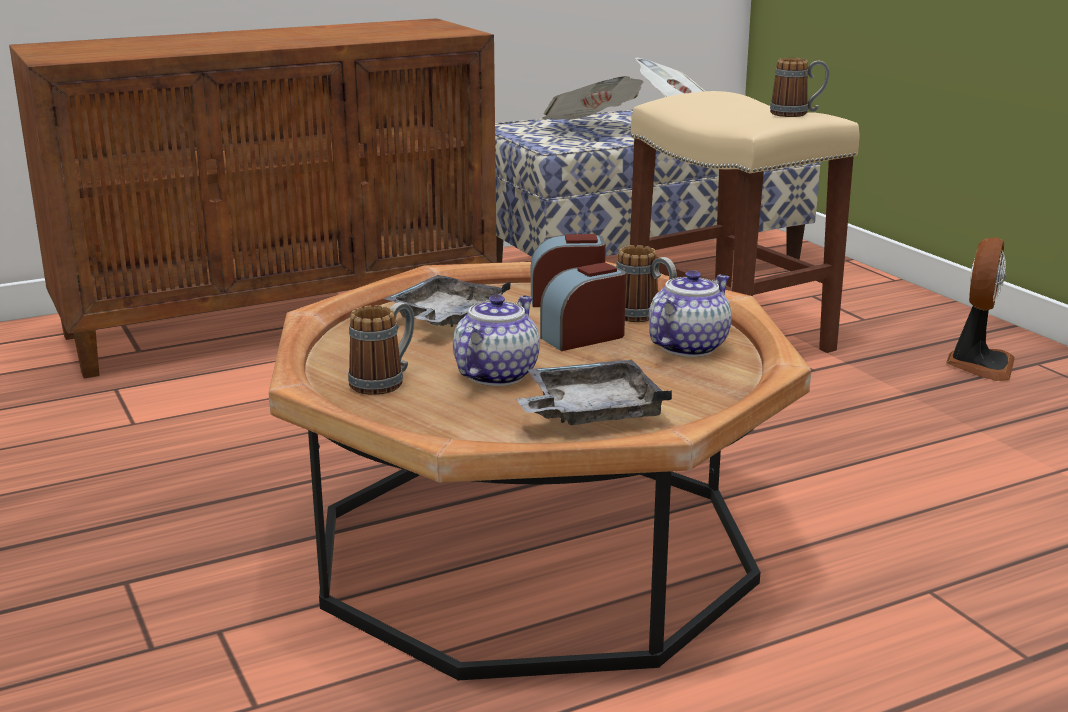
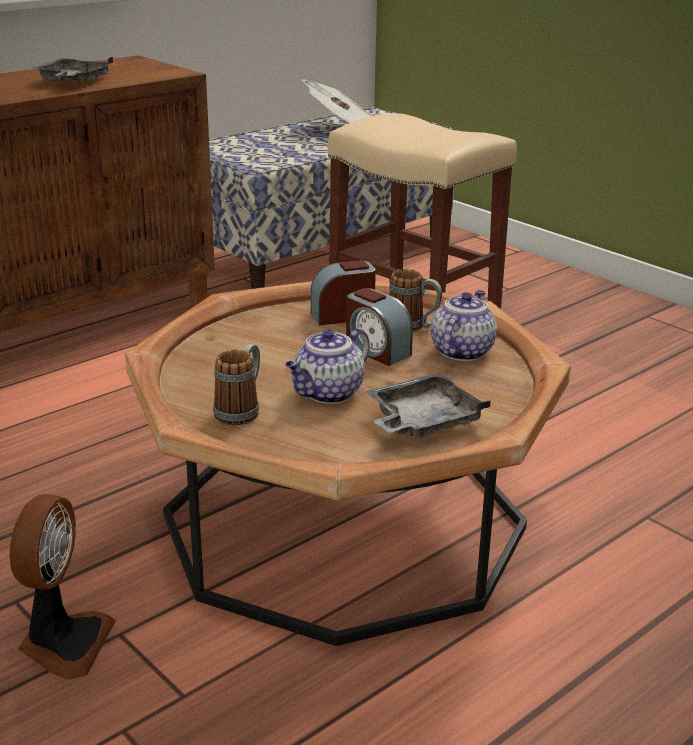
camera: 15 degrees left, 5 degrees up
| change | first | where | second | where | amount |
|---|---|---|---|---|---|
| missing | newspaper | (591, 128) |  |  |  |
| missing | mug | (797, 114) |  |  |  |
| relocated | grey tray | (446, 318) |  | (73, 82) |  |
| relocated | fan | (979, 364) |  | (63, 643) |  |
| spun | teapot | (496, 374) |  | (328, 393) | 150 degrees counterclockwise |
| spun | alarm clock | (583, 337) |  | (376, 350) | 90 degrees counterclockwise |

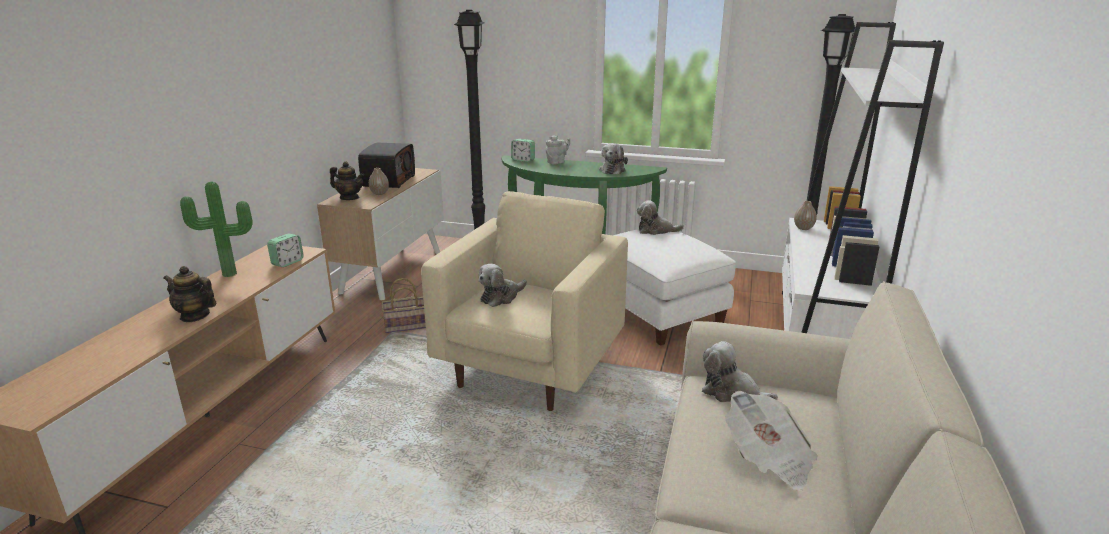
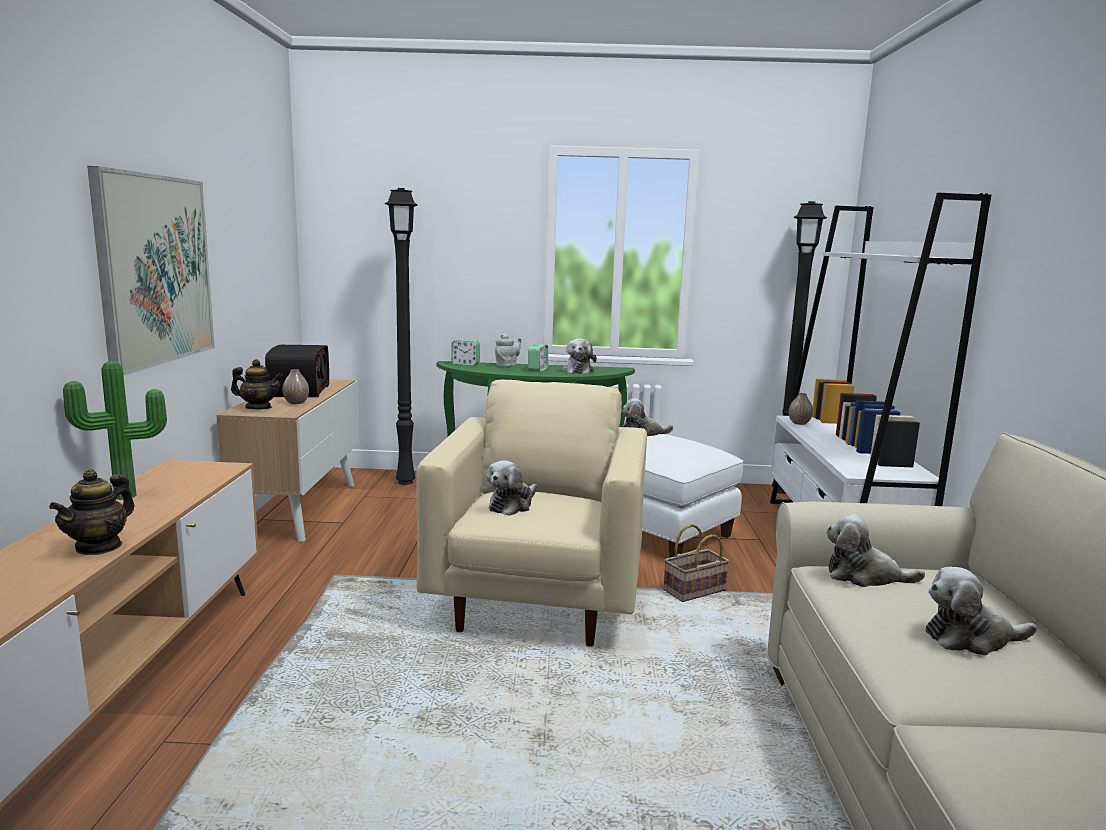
camera: 15 degrees left, 10 degrees down
| change | first | where | second | where | amount |
|---|---|---|---|---|---|
| appeared |  |  | picture | (155, 270) |  |
| relocated | alarm clock | (287, 262) |  | (537, 370) |  |
| relocated | basket | (404, 326) |  | (694, 591) |  |
| exchanged | newspaper | (768, 459) | plush toy | (970, 638) |  |
| spun | teapot | (195, 316) |  | (99, 547) | 75 degrees counterclockwise |

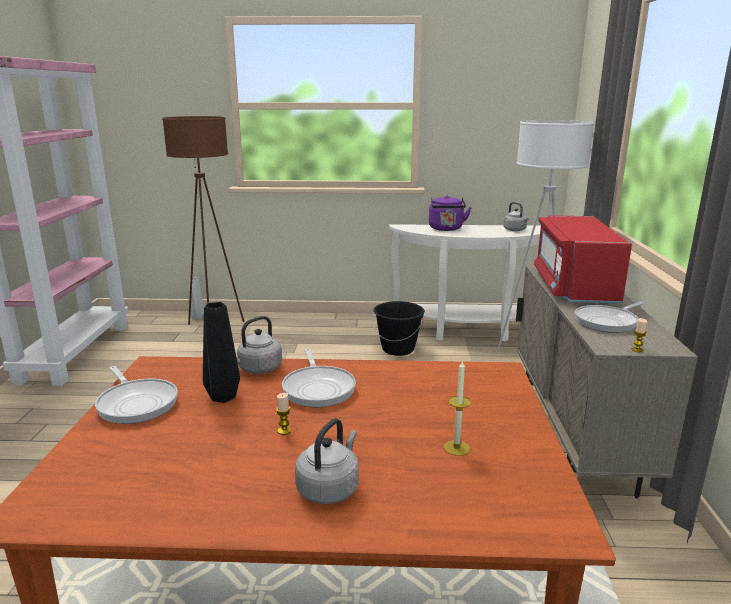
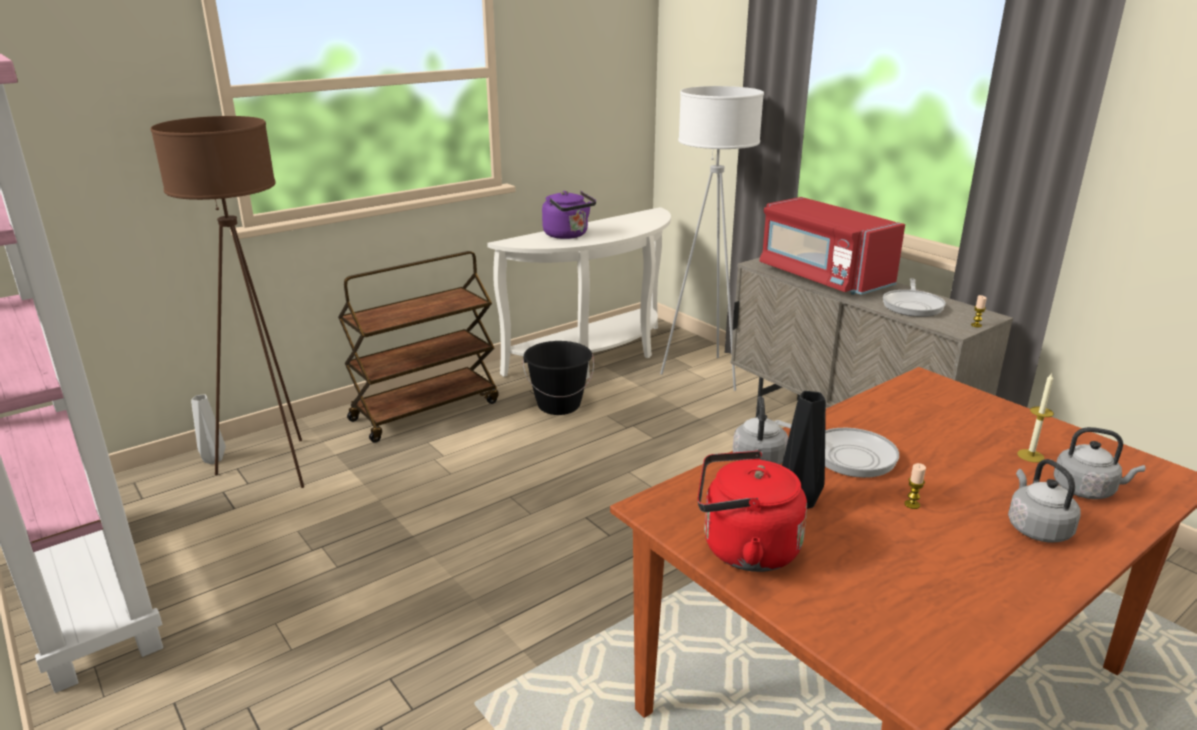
camera: 40 degrees left, 5 degrees up
| change | first | where | second | where | amount |
|---|---|---|---|---|---|
| appeared |  |  | brown cart | (425, 410) |  |
| relocated | grey kettle | (515, 230) |  | (1086, 490) |  |
| exchanged | frying pan | (137, 403) | red kettle | (743, 549) |  |

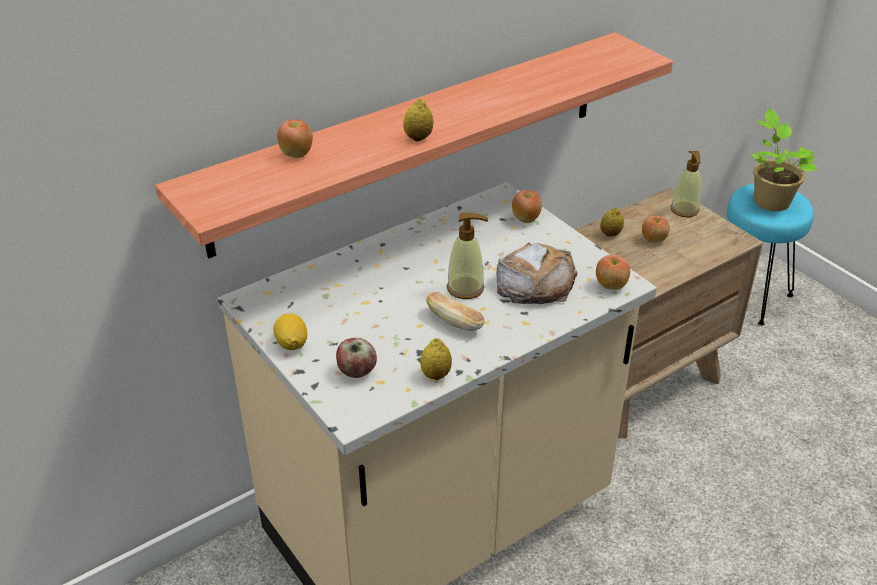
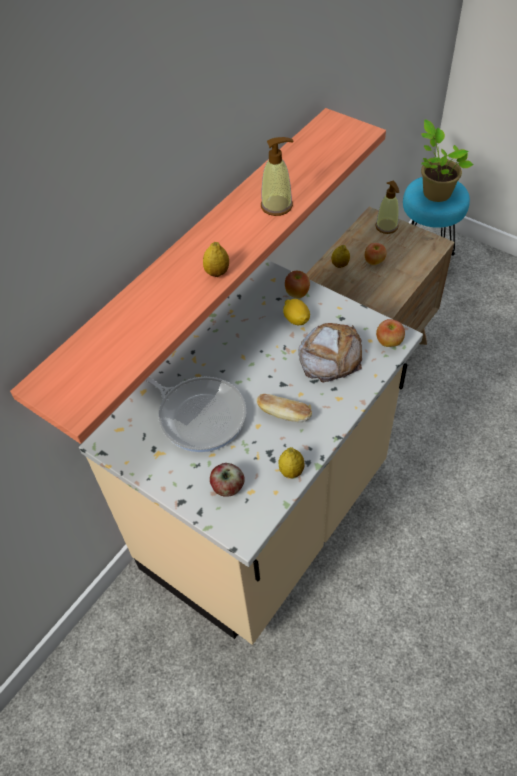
camera: 15 degrees left, 15 degrees up
| change | first | where | second | where | amount |
|---|---|---|---|---|---|
| missing | apple | (297, 154) |  |  |  |
| appeared |  |  | frying pan | (199, 415) |  |
| relocated | lemon | (292, 343) |  | (296, 319) |  |
| relocated | soap dispenser | (465, 288) |  | (277, 206) |  |

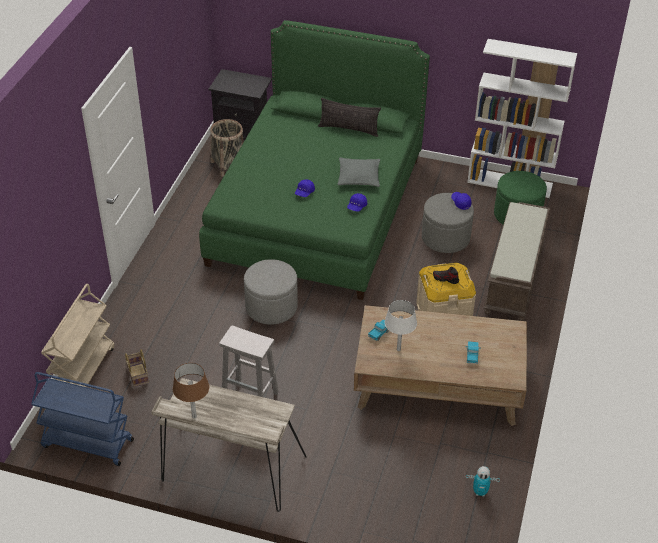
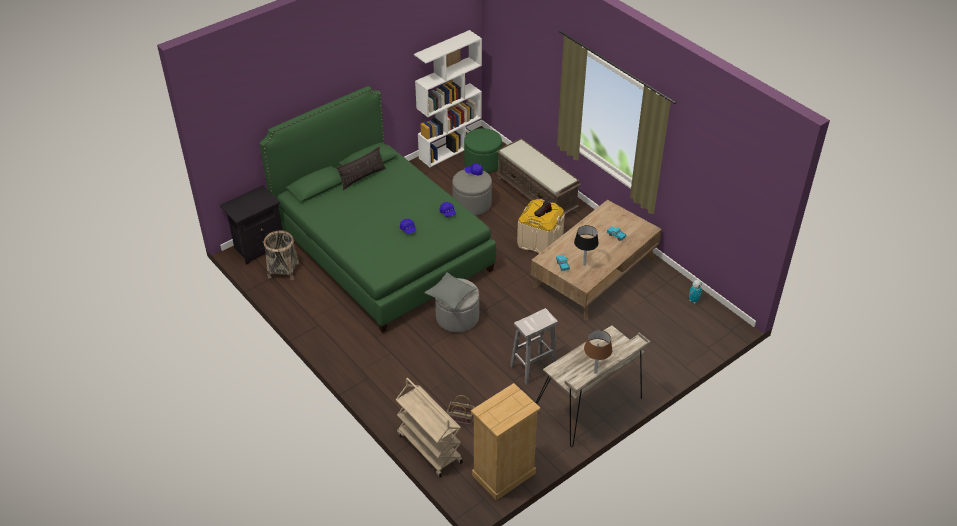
camera: 55 degrees left, 0 degrees up
| change | first | where | second | where | amount |
|---|---|---|---|---|---|
| relocated | grey pillow | (358, 177) |  | (450, 294) |  |
| exchanged | blue cart | (87, 443) | beige dresser | (503, 474) |  |
| colour | white table lamp | (398, 349) | black table lamp | (584, 264) |  |

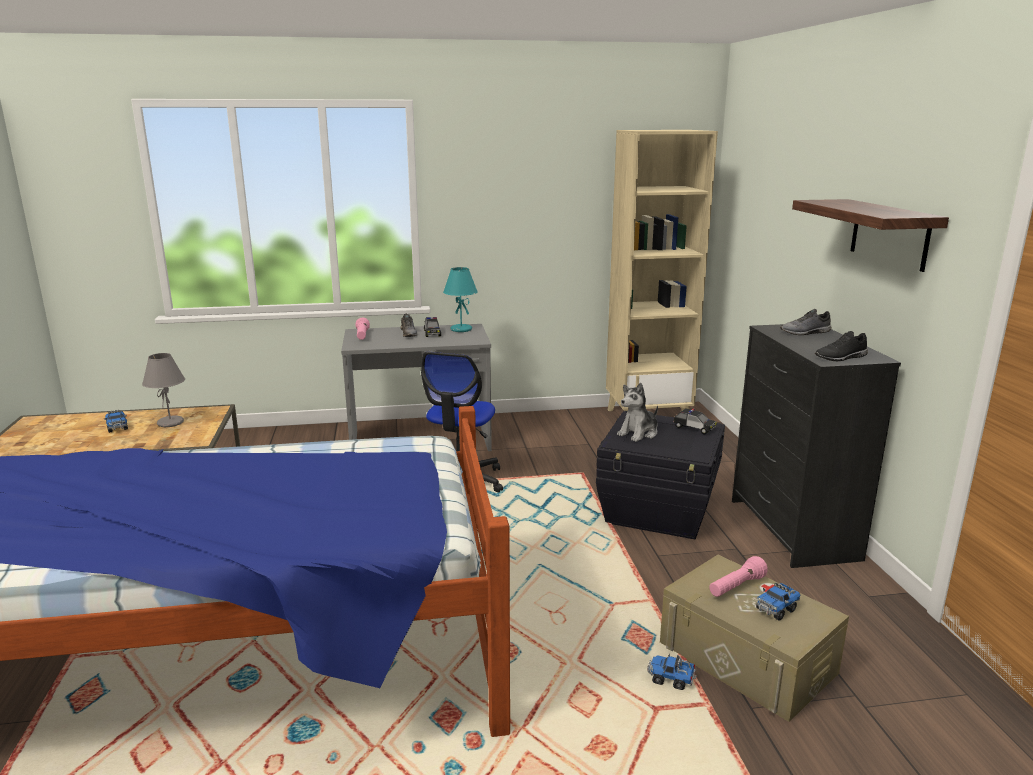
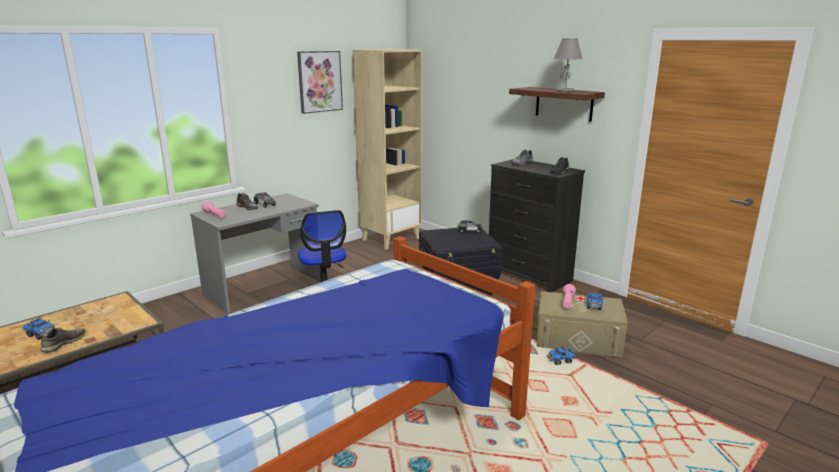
camera: 35 degrees left, 0 degrees up
| change | first | where | second | where | amount |
|---|---|---|---|---|---|
| missing | turquoise table lamp | (460, 329) |  |  |  |
| missing | plush toy | (638, 433) |  |  |  |
| appeared |  |  | grey shoe | (64, 343) |  |
| appeared |  |  | picture | (319, 81) |  |
| relocated | grey table lamp | (170, 423) |  | (565, 91) |  |

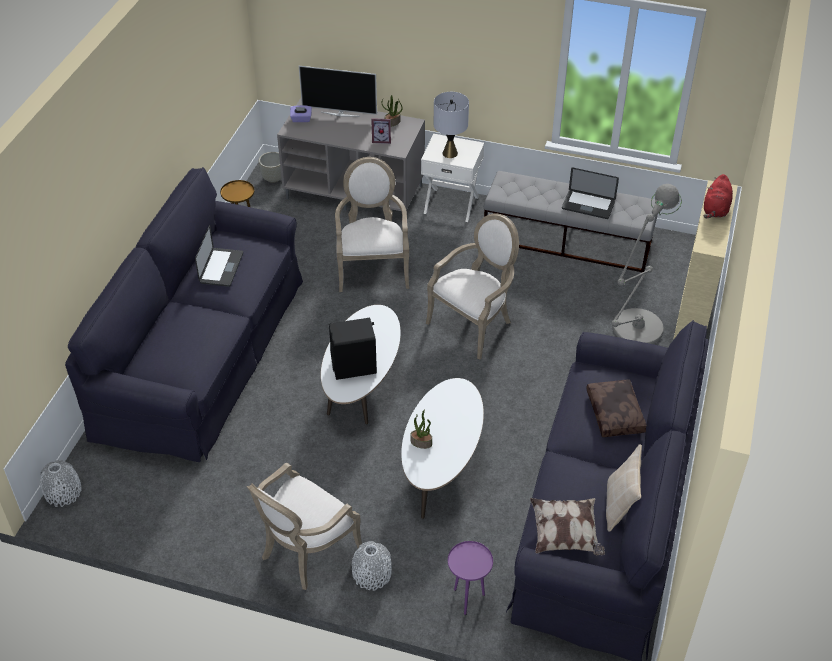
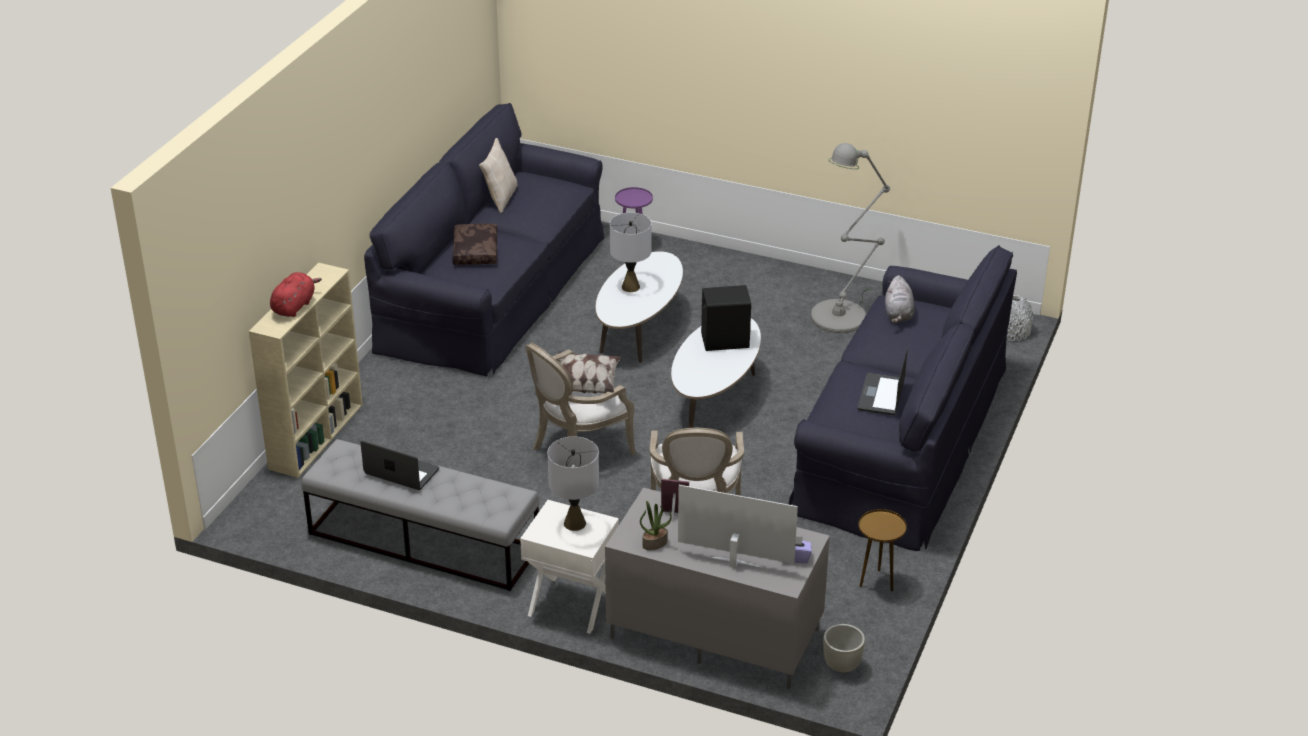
camera: 175 degrees left, 10 degrees down
| change | first | where | second | where | amount |
|---|---|---|---|---|---|
| missing | armchair | (304, 552) |  |  |  |
| missing | grey vase | (372, 574) |  |  |  |
| missing | potted plant | (421, 442) |  |  |  |
| appeared |  |  | grey table lamp | (630, 287) |  |
| appeared |  |  | grey plush toy | (898, 315) |  |
| relocated | pillow | (565, 535) |  | (586, 385) |  |
| relocated | grey floor lamp | (634, 332) |  | (843, 314) |  |

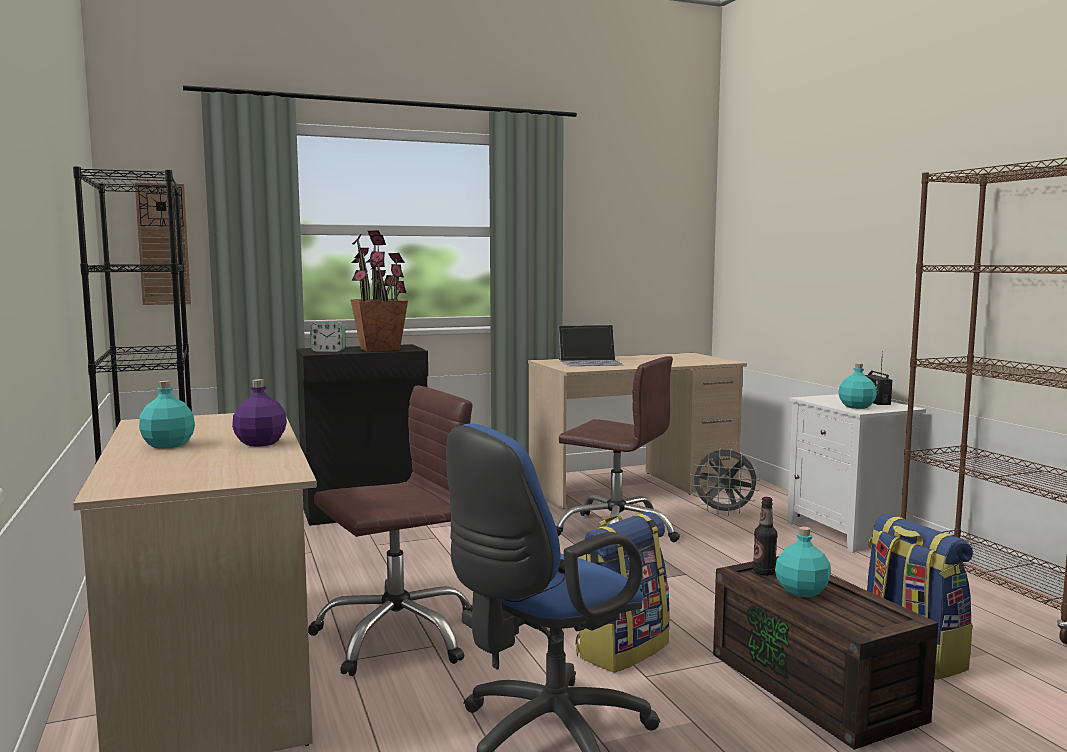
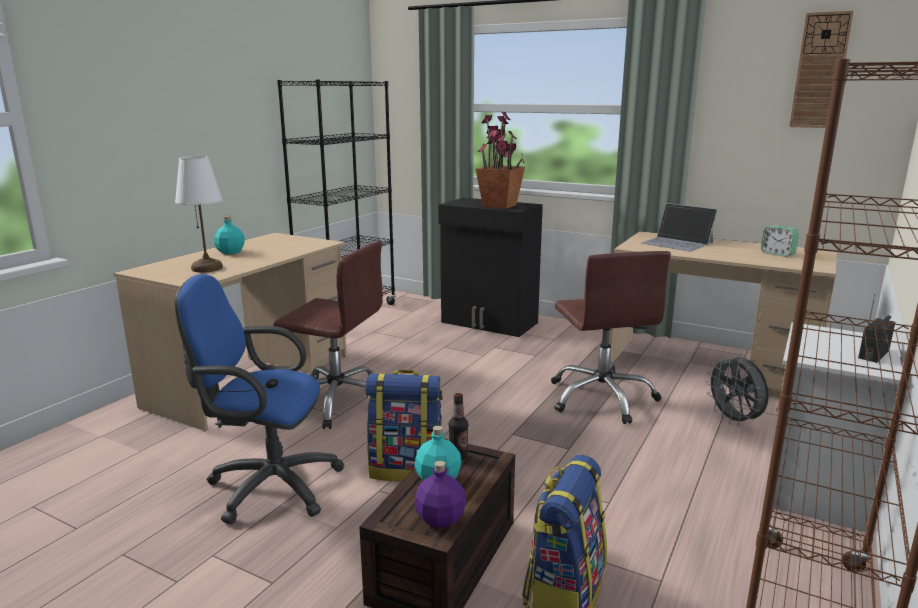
camera: 50 degrees right, 10 degrees up
| change | first | where | second | where | amount |
|---|---|---|---|---|---|
| missing | turquoise bottle | (857, 407) |  |  |  |
| appeared |  |  | white table lamp | (207, 268) |  |
| relocated | wall clock | (163, 244) |  | (820, 71) |  |
| relocated | purple bottle | (260, 443) |  | (439, 519) |  |
| relocated | alarm clock | (328, 351) |  | (777, 254) |  |

